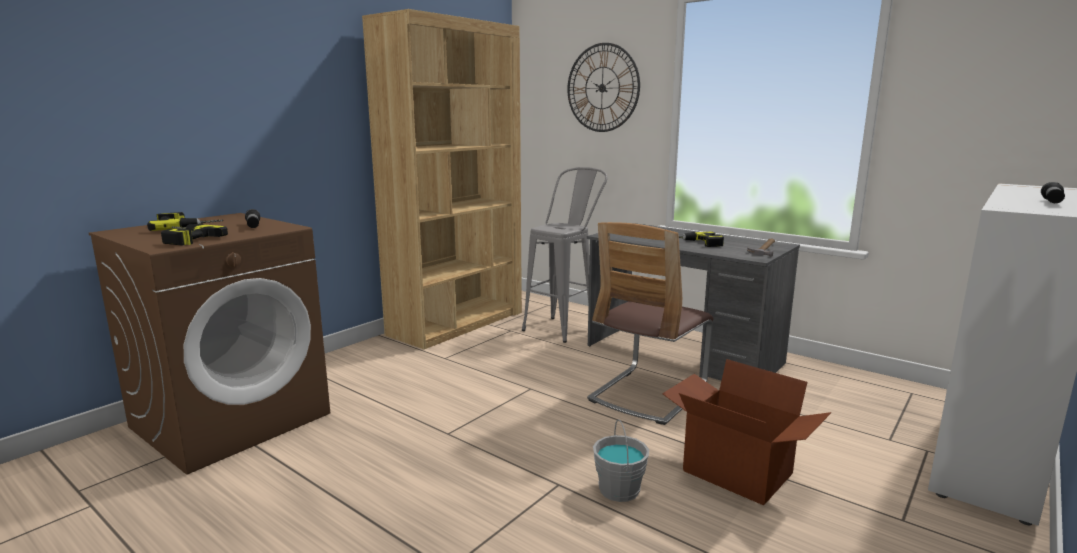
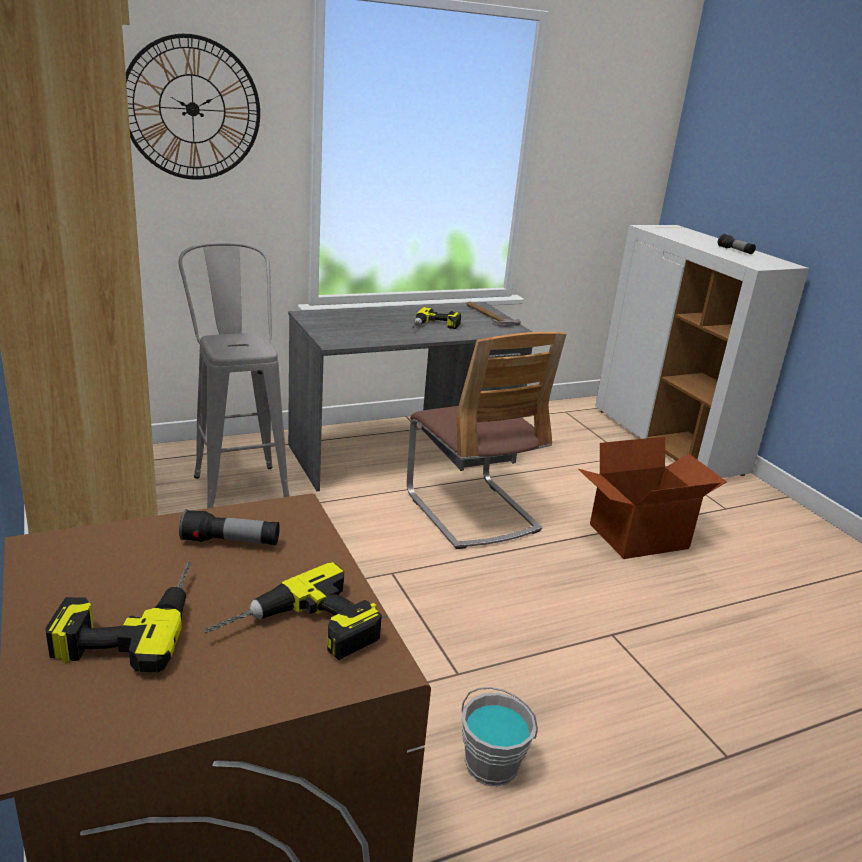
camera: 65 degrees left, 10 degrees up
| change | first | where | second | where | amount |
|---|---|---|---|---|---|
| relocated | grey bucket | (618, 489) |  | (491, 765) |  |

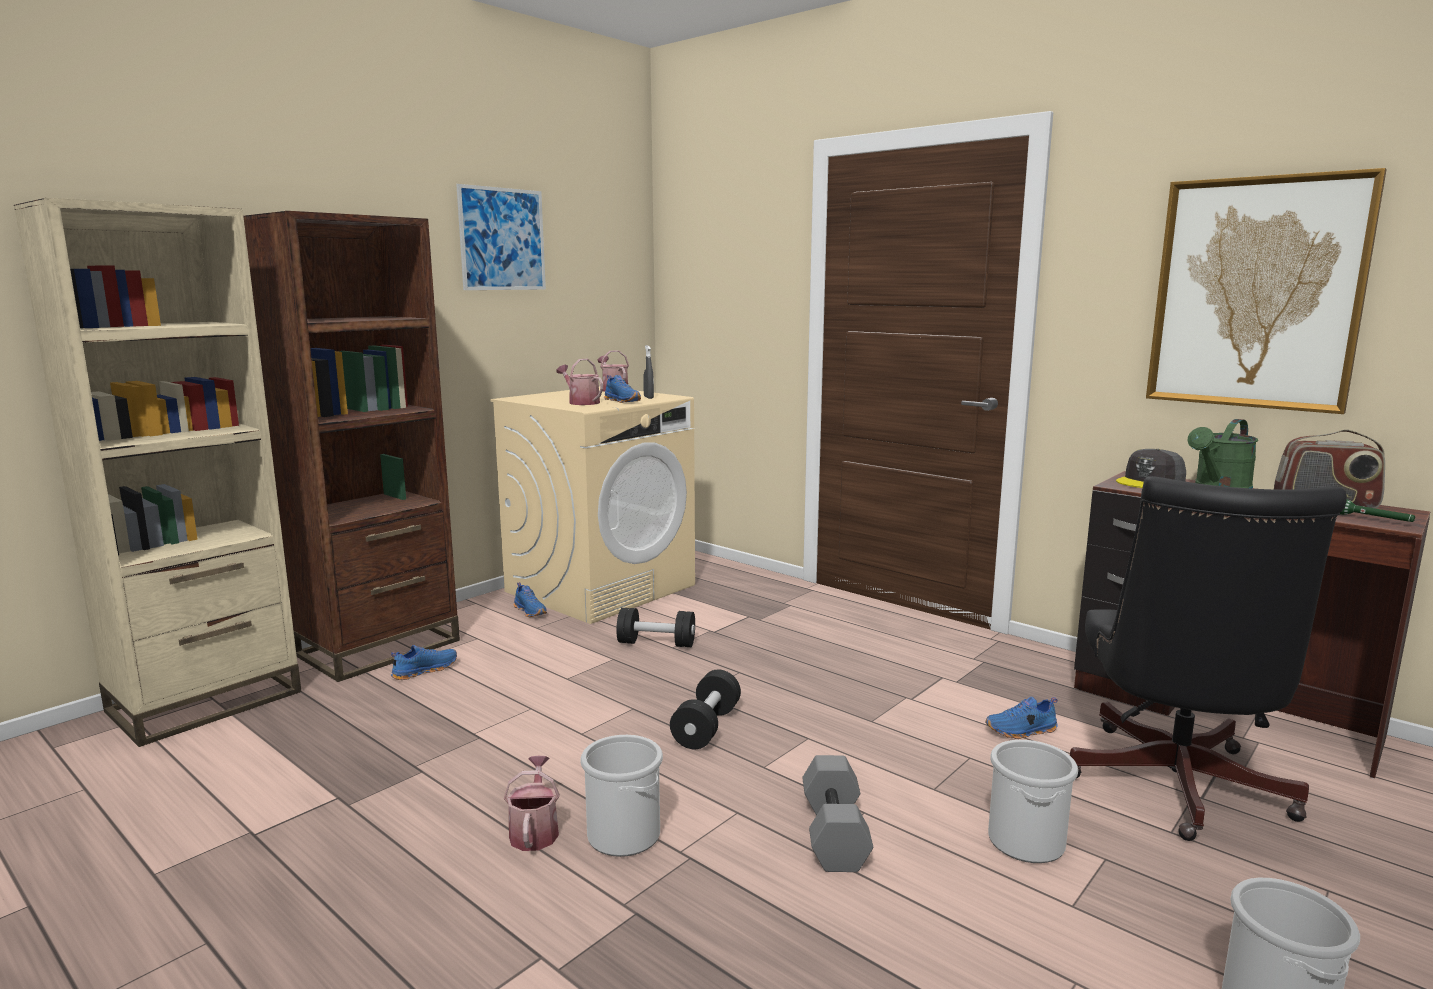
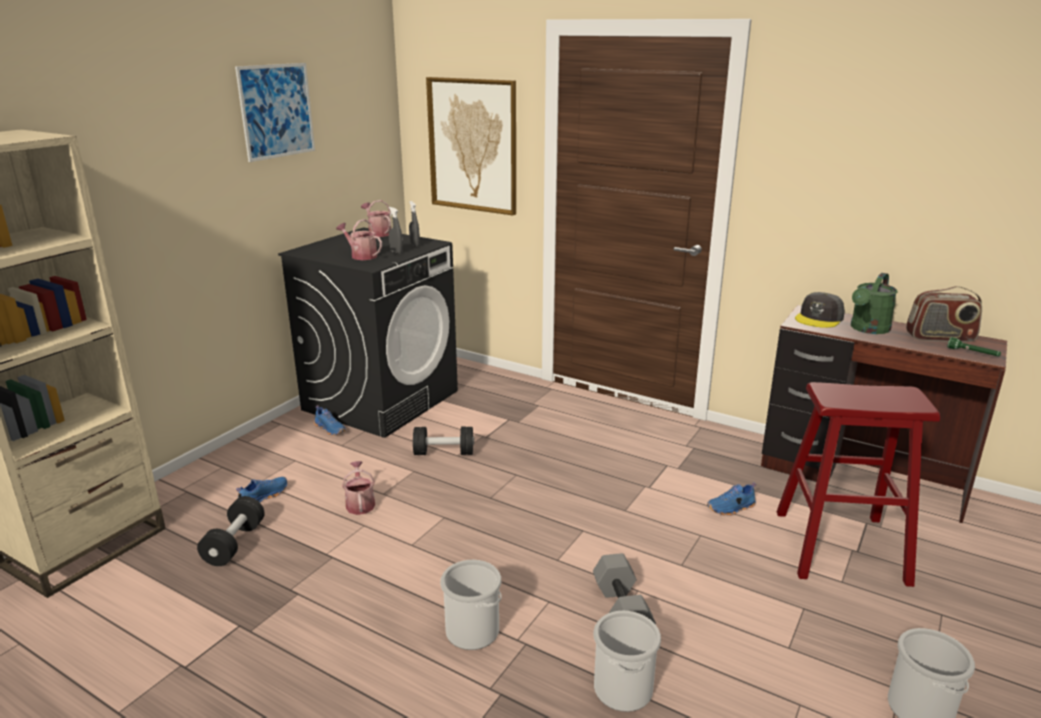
camera: 10 degrees left, 10 degrees up
| change | first | where | second | where | amount |
|---|---|---|---|---|---|
| missing | brown bookcase | (379, 648) |  |  |  |
| relocated | watering can | (535, 830) |  | (360, 503) |  |
| relocated | black dumbbell | (706, 727) |  | (234, 544) |  |
| relocated | bucket | (1026, 842) |  | (623, 689) |  |
| relocated | picture | (1256, 293) |  | (473, 145) |  |
| exchanged | blue shoe | (623, 401) | grey spray bottle | (396, 252) |  |
| exchanged | black office chair | (1175, 789) | red stool | (840, 546) |  |
| colour | beige washing machine | (601, 588) | black washing machine | (381, 400) |  |

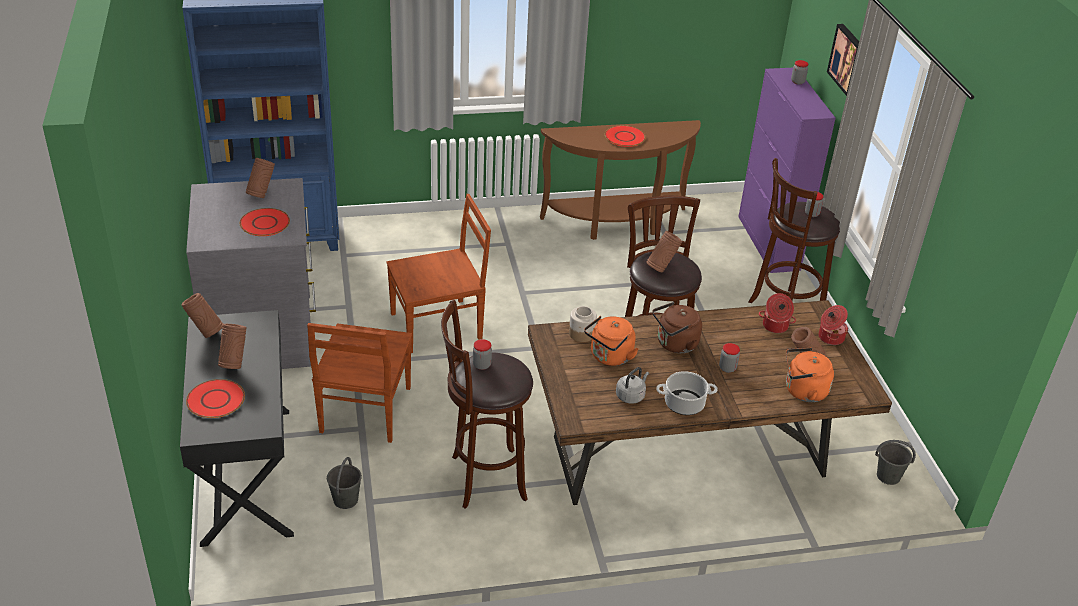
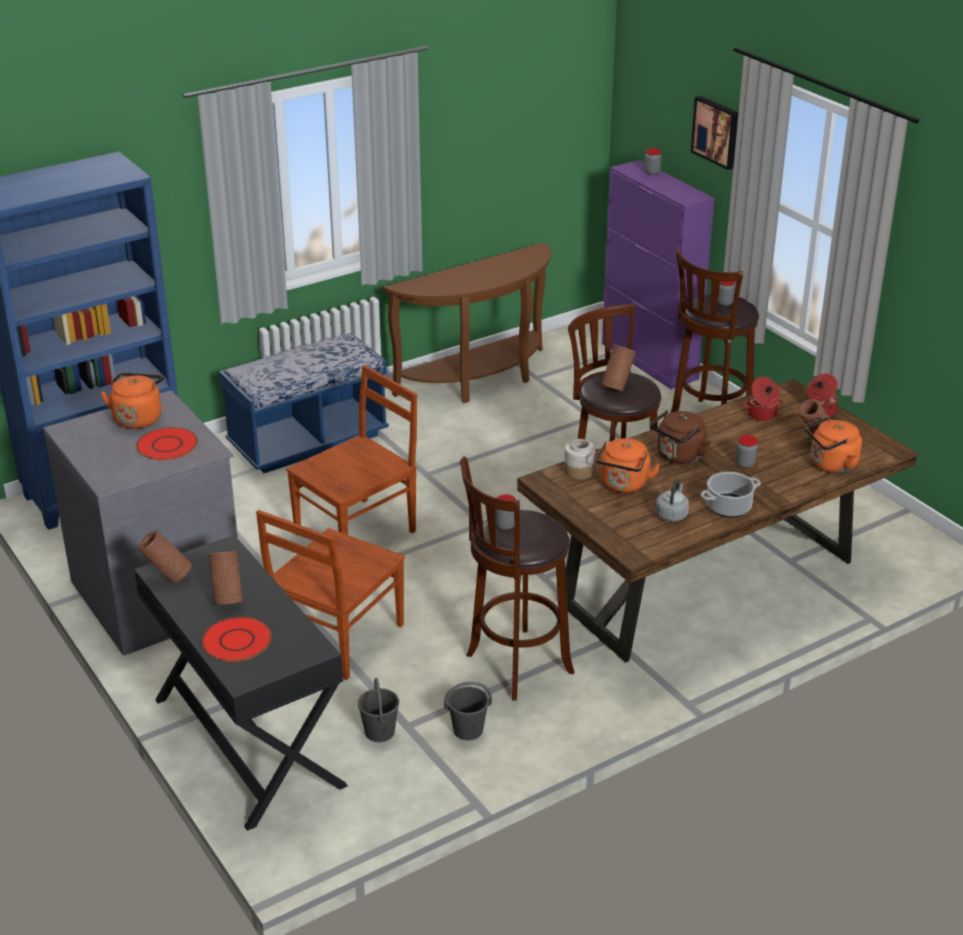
camera: 20 degrees left, 5 degrees down
| change | first | where | second | where | amount |
|---|---|---|---|---|---|
| missing | red plate | (625, 137) |  |  |  |
| appeared |  |  | blue bench | (308, 441) |  |
| relocated | grey bucket | (887, 476) |  | (467, 730) |  |
| exchanged | brown vase | (261, 195) | orange kettle | (138, 418) |  |
| spun | brown chair | (364, 411) |  | (337, 639) | 45 degrees clockwise |

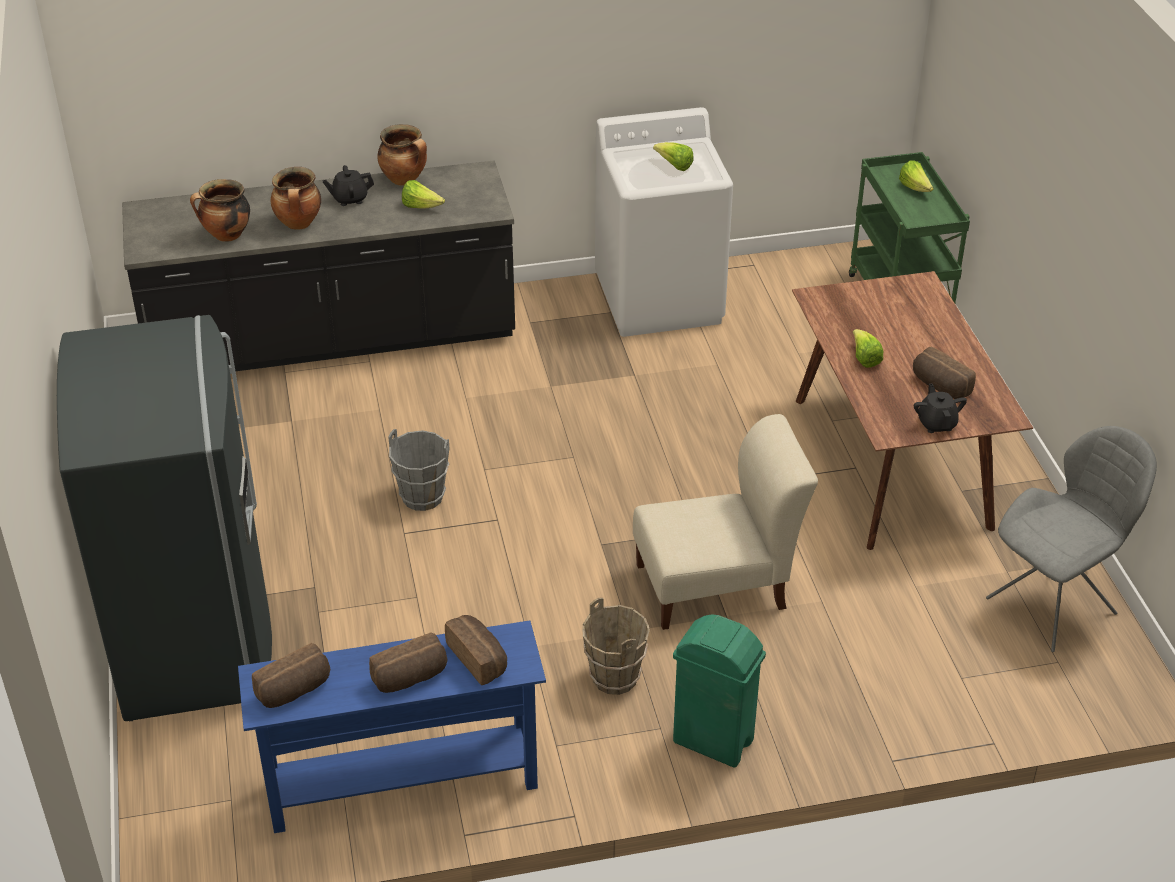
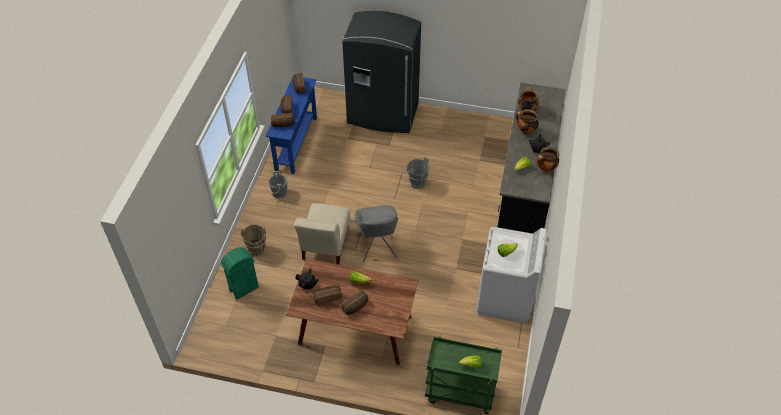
camera: 115 degrees right, 10 degrees up
| change | first | where | second | where | amount |
|---|---|---|---|---|---|
| appeared |  |  | grey bucket | (279, 192) |  |
| appeared |  |  | bread | (356, 307) |  |
| relocated | brown bucket | (615, 677) |  | (256, 249) |  |
| relocated | green trash can | (713, 742) |  | (243, 288) |  |
| relocated | grey chair | (1055, 604) |  | (377, 248) |  |

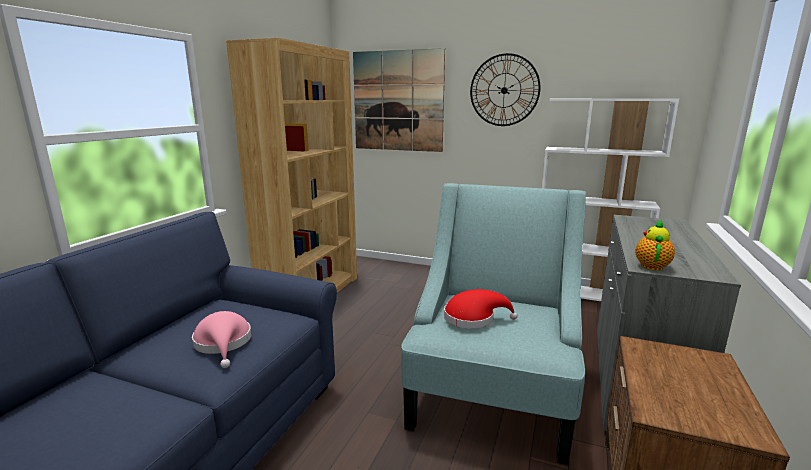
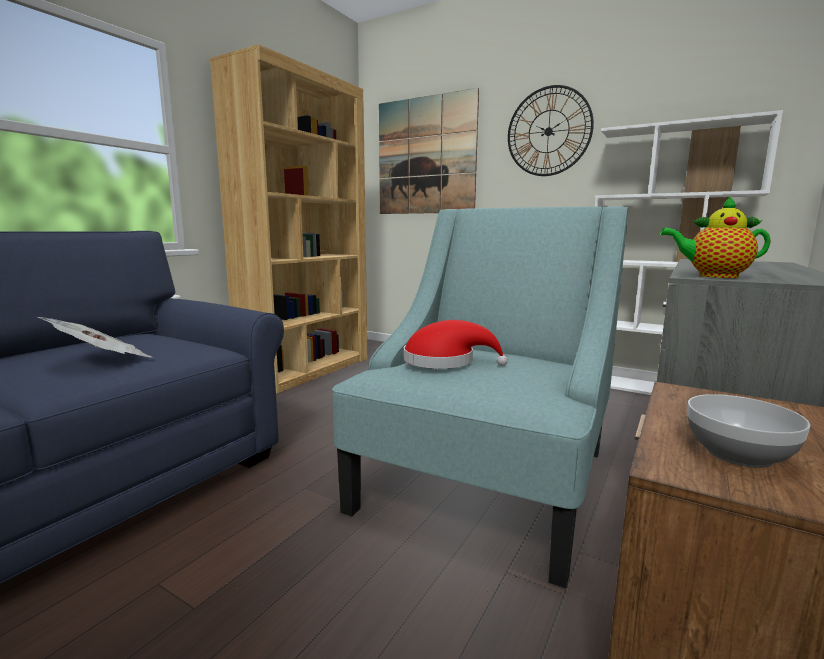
camera: 10 degrees right, 5 degrees down
| change | first | where | second | where | amount |
|---|---|---|---|---|---|
| appeared |  |  | bowl | (739, 454) |  |
| exchanged | pink hat | (223, 343) | newspaper | (103, 361) |  |
| spun | teapot | (651, 265) |  | (713, 276) | 105 degrees counterclockwise |

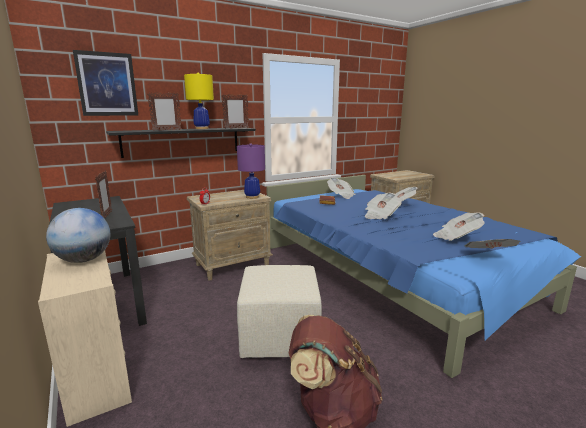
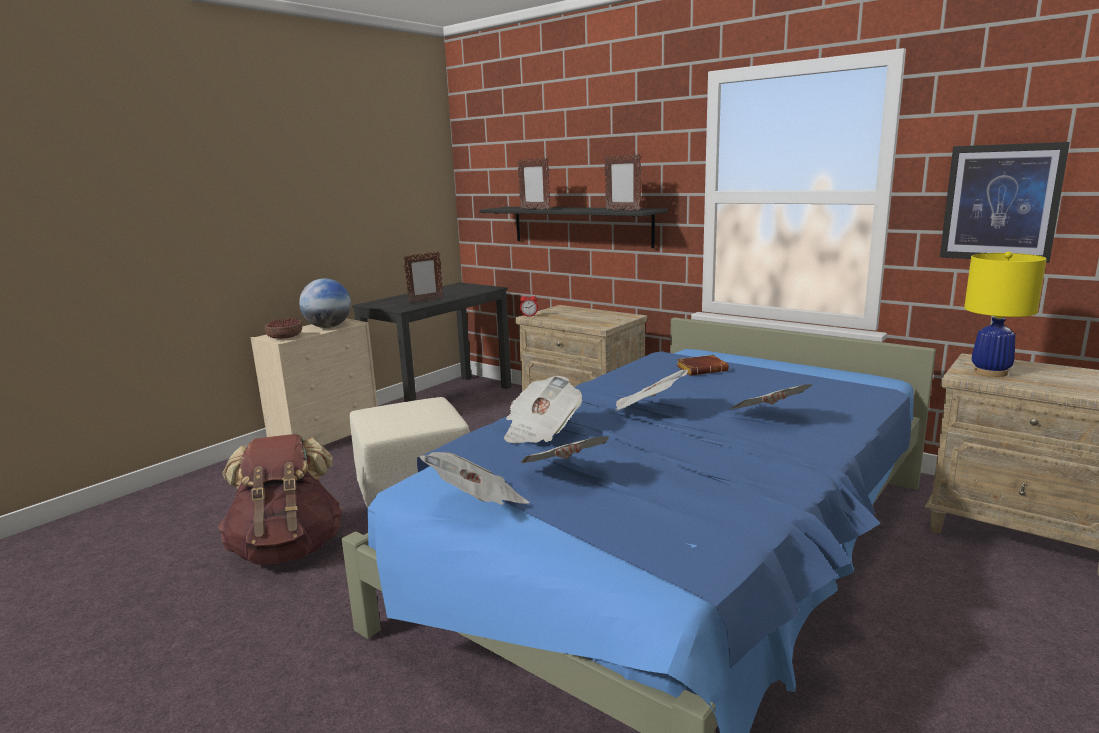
camera: 70 degrees right, 0 degrees up
| change | first | where | second | where | amount |
|---|---|---|---|---|---|
| missing | purple table lamp | (252, 197) |  |  |  |
| appeared |  |  | bowl | (285, 337) |  |
| relocated | picture | (107, 84) |  | (1001, 203) |  |
| relocated | yellow table lamp | (202, 128) |  | (990, 372) |  |
| relocated | newspaper | (341, 195) |  | (540, 431) |  |

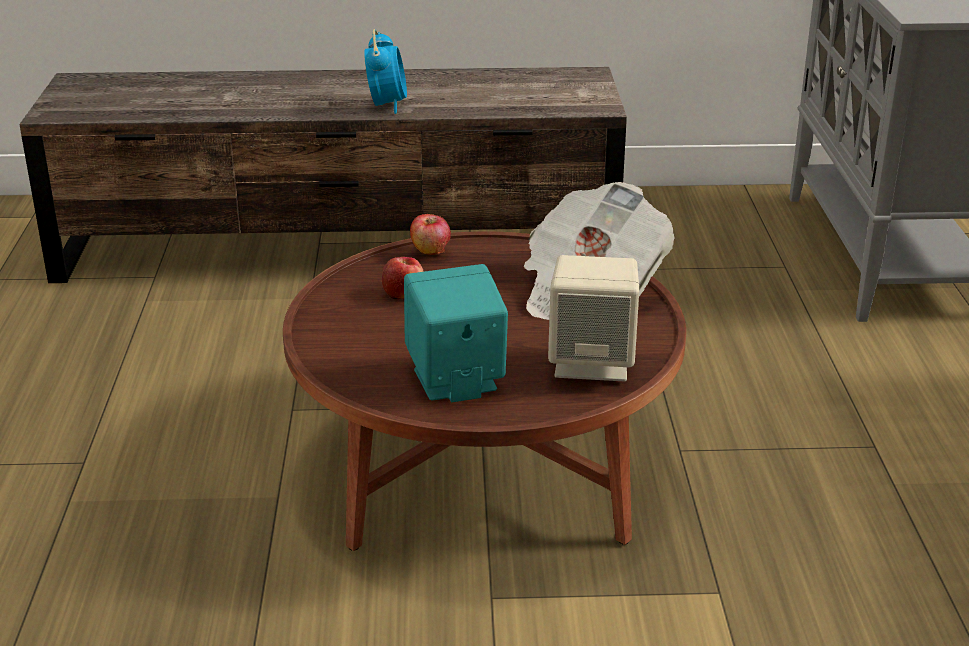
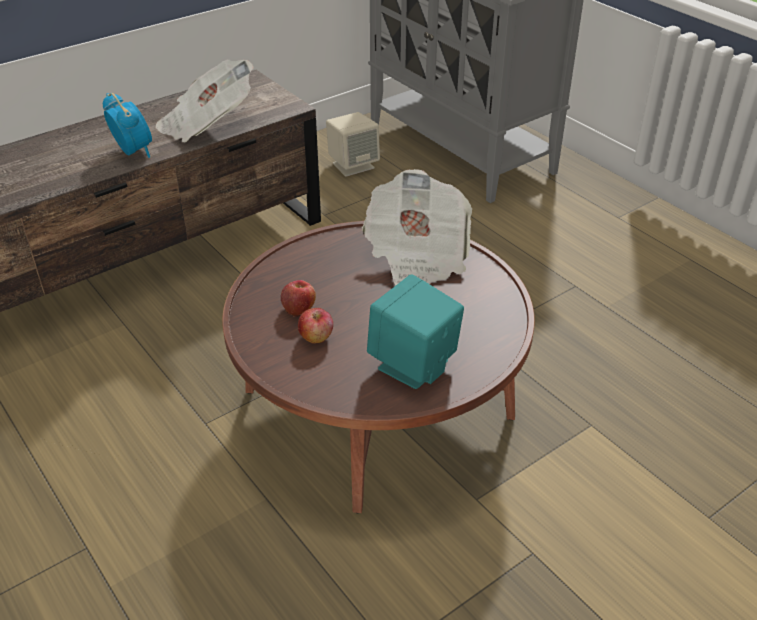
camera: 35 degrees left, 10 degrees up
| change | first | where | second | where | amount |
|---|---|---|---|---|---|
| appeared |  |  | newspaper | (207, 125) |  |
| relocated | apple | (430, 250) |  | (316, 337) |  |
| relocated | beige speaker | (592, 362) |  | (353, 165) |  |

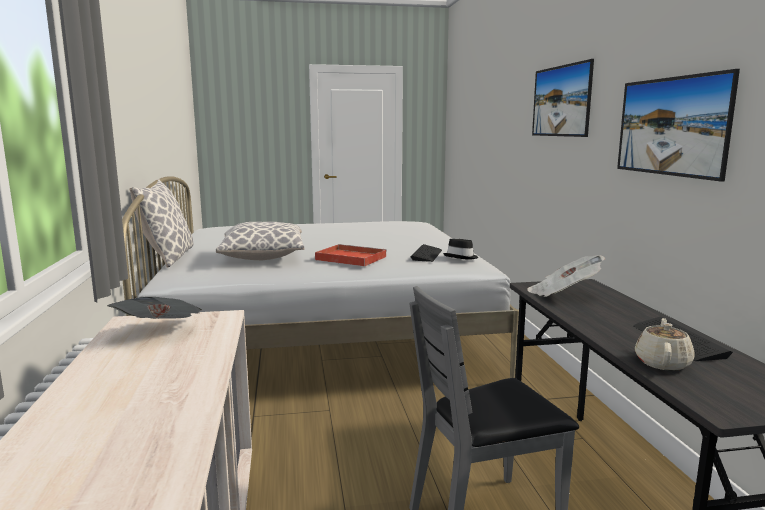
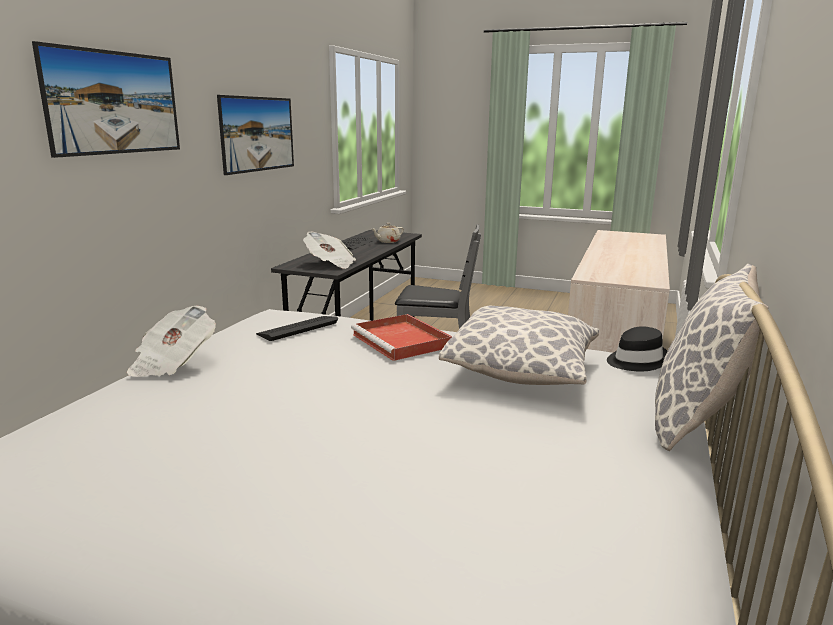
camera: 150 degrees left, 5 degrees up
| change | first | where | second | where | amount |
|---|---|---|---|---|---|
| relocated | newspaper | (161, 332) |  | (172, 363) |  |
| relocated | black hat | (461, 257) |  | (636, 360) |  |

